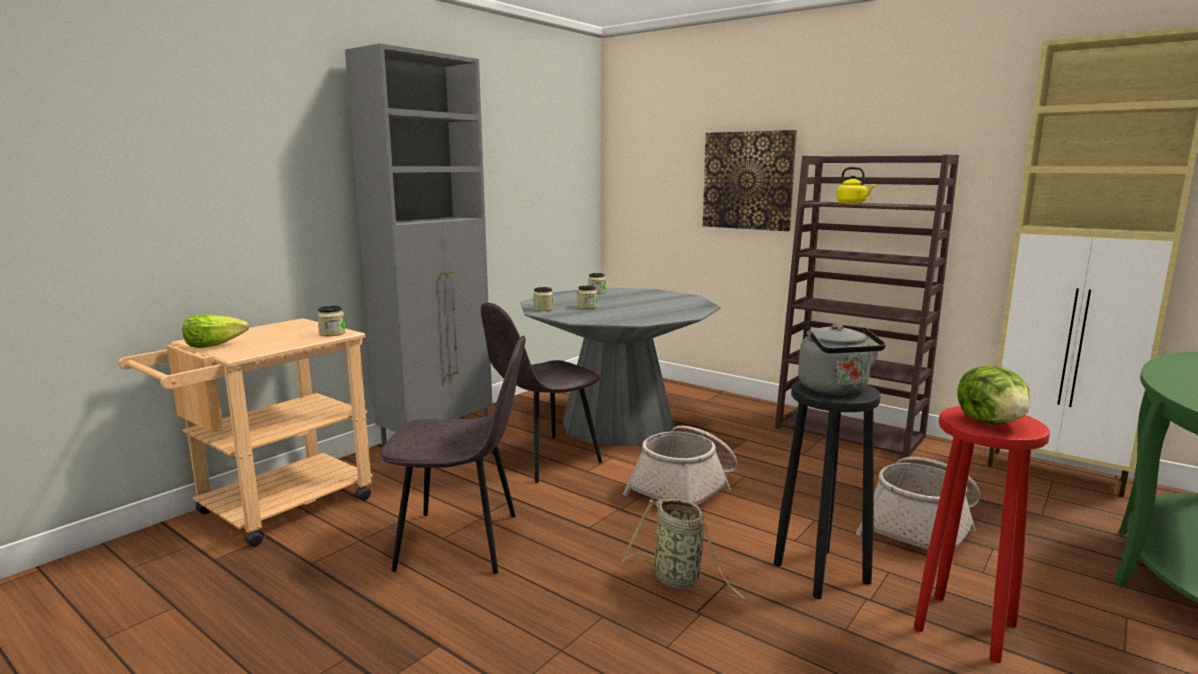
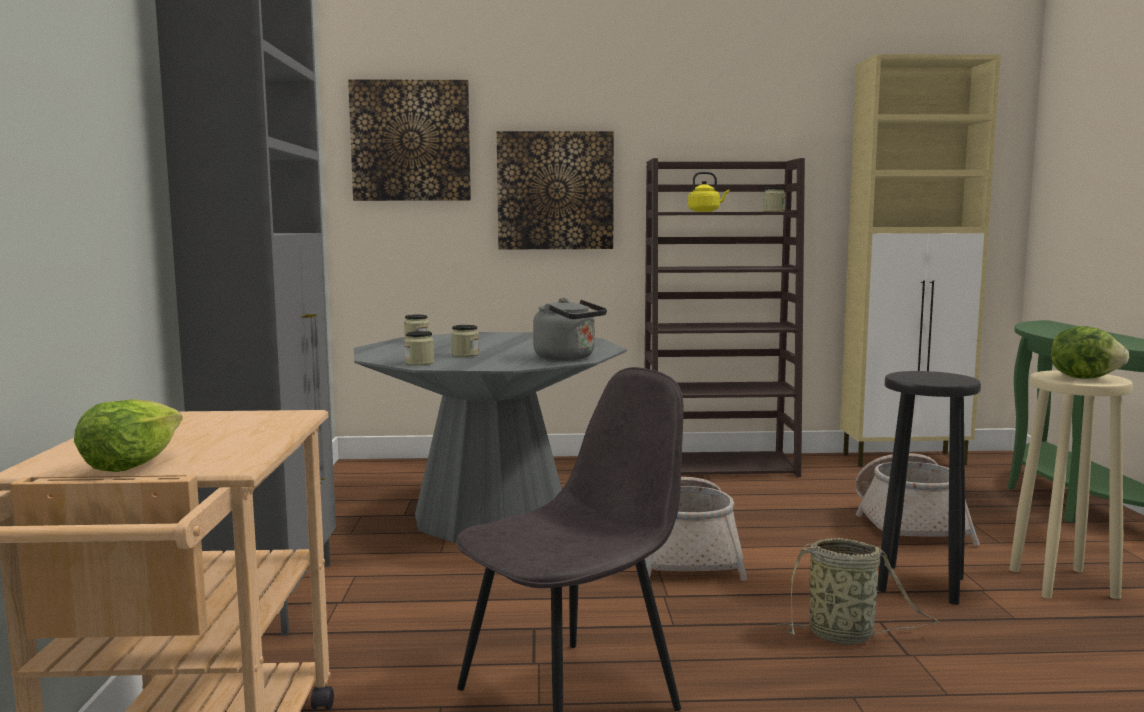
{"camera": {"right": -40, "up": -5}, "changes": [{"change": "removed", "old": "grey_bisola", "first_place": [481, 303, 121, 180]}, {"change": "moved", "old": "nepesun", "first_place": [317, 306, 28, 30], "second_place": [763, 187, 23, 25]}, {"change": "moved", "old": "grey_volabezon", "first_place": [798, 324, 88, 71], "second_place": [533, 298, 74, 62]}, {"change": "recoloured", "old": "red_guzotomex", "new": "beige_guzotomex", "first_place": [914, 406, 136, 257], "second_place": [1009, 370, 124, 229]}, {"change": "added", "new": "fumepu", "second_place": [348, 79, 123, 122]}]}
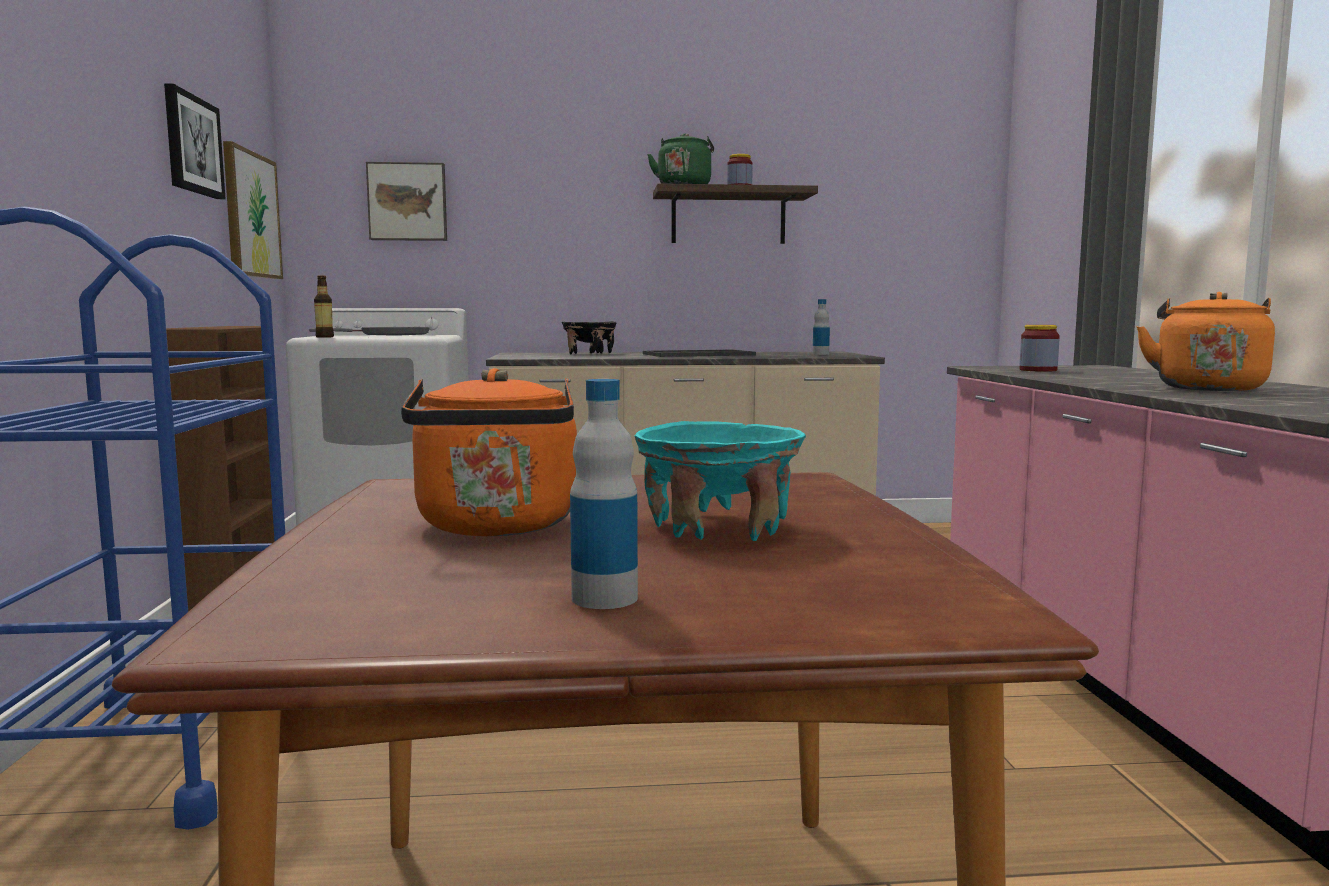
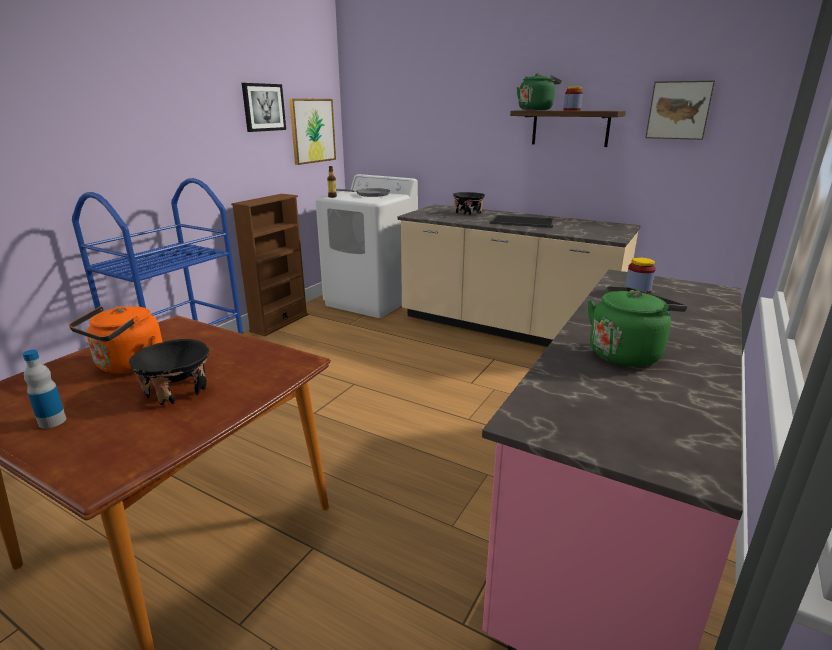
{"camera": {"right": 35, "up": 15}, "changes": [{"change": "moved", "old": "fumepu", "first_place": [366, 162, 81, 79], "second_place": [645, 80, 70, 60]}, {"change": "recoloured", "old": "orange_volabezon", "new": "green_volabezon", "first_place": [1136, 292, 139, 99], "second_place": [588, 286, 99, 81]}, {"change": "removed", "old": "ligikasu", "first_place": [813, 299, 17, 56]}, {"change": "recoloured", "old": "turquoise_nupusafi", "new": "black_nupusafi", "first_place": [635, 421, 171, 120], "second_place": [129, 339, 80, 66]}]}
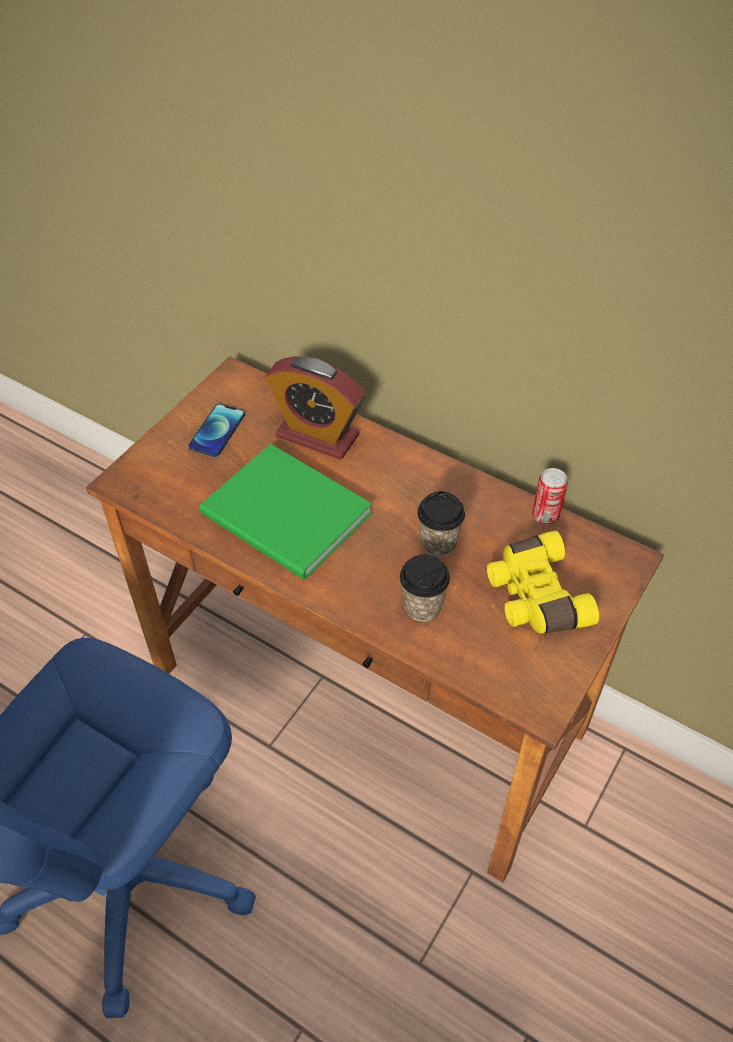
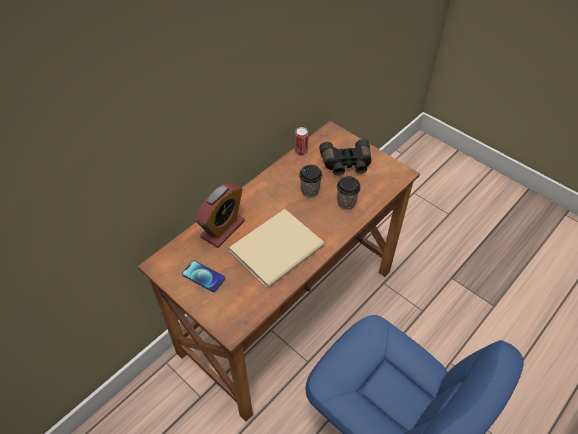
{"camera": {"right": -80, "up": 0}, "changes": [{"change": "recoloured", "old": "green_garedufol", "new": "beige_garedufol", "first_place": [200, 444, 172, 135], "second_place": [229, 209, 95, 79]}, {"change": "recoloured", "old": "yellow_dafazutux", "new": "black_dafazutux", "first_place": [487, 531, 112, 103], "second_place": [319, 139, 53, 37]}]}
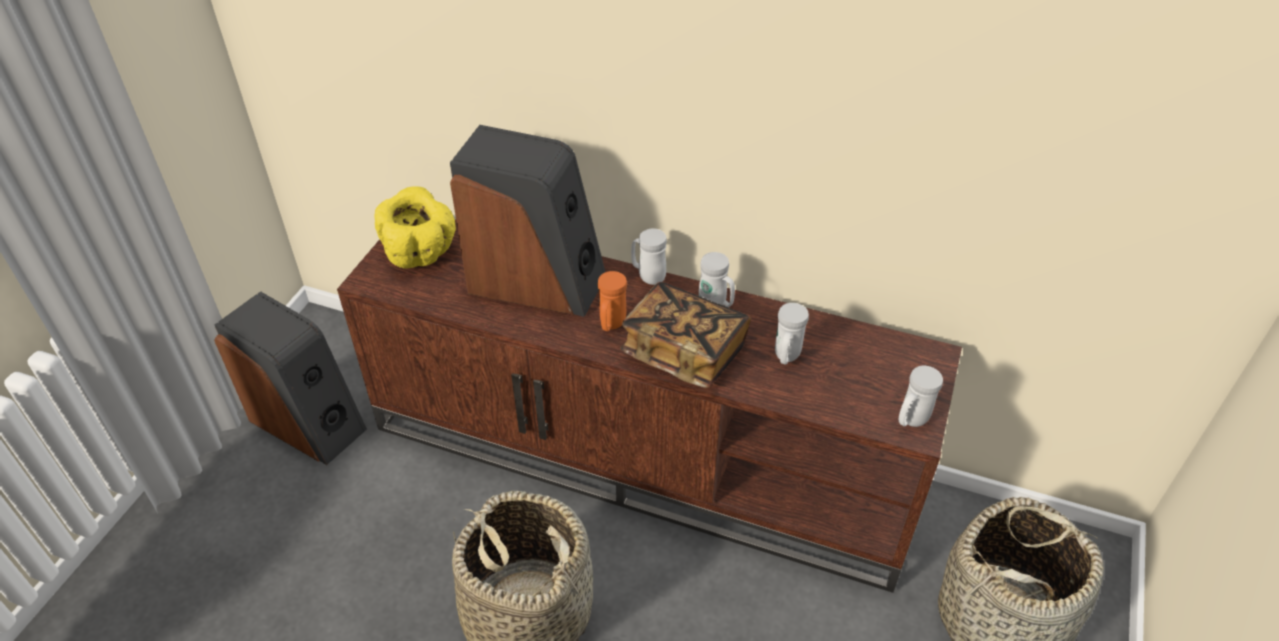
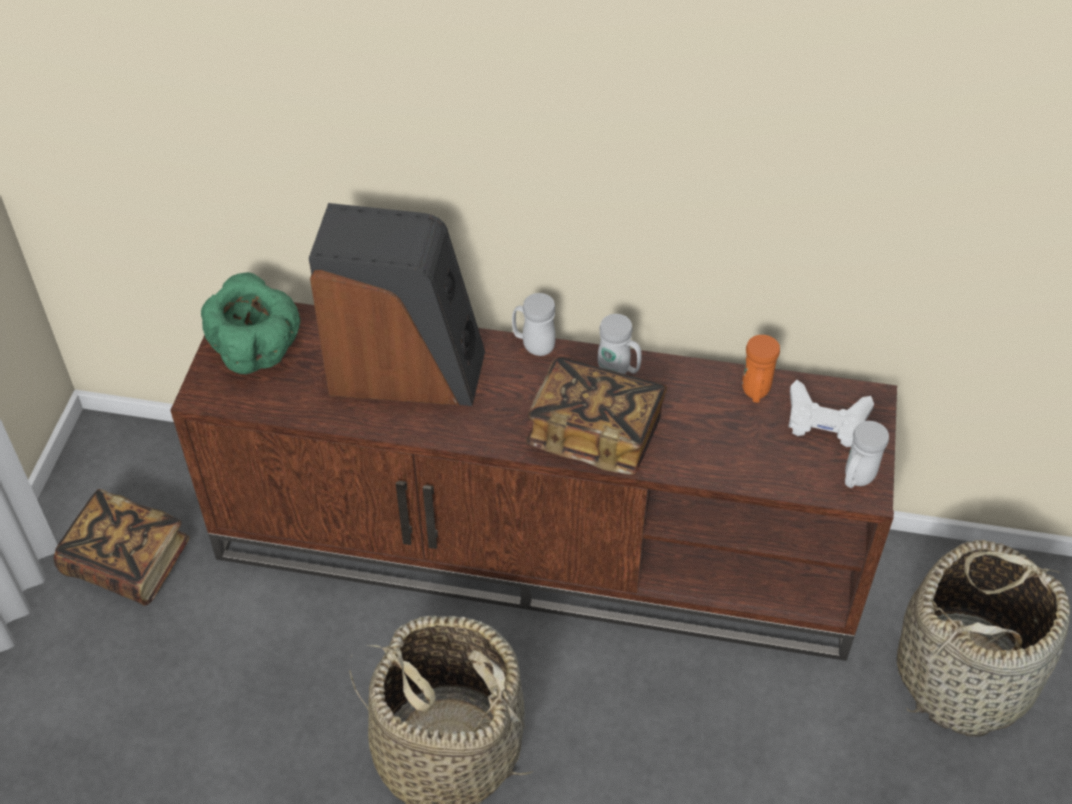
{"camera": {"right": -10, "up": 5}, "changes": [{"change": "recoloured", "old": "yellow_nupusafi", "new": "green_nupusafi", "first_place": [374, 187, 82, 81], "second_place": [201, 272, 100, 102]}, {"change": "moved", "old": "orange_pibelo", "first_place": [597, 271, 30, 60], "second_place": [742, 335, 38, 68]}, {"change": "replaced", "old": "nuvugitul", "new": "garedufol", "first_place": [214, 291, 153, 174], "second_place": [54, 489, 135, 117]}, {"change": "removed", "old": "white_pibelo", "first_place": [775, 303, 34, 61]}, {"change": "added", "new": "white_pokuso", "second_place": [788, 380, 86, 67]}]}
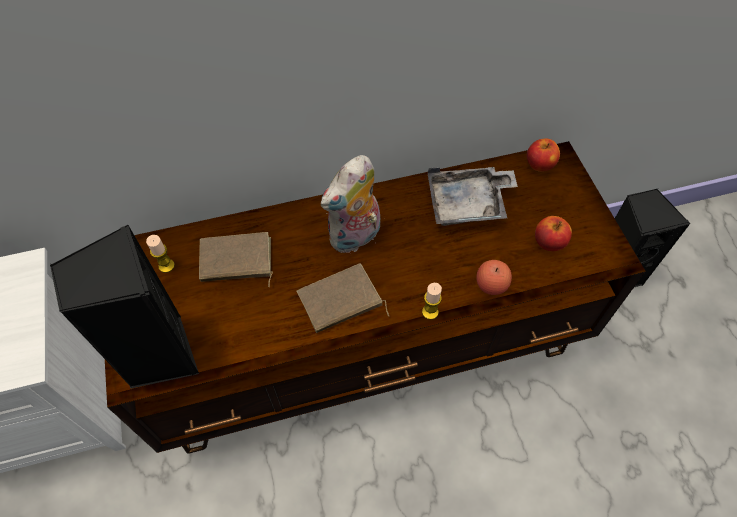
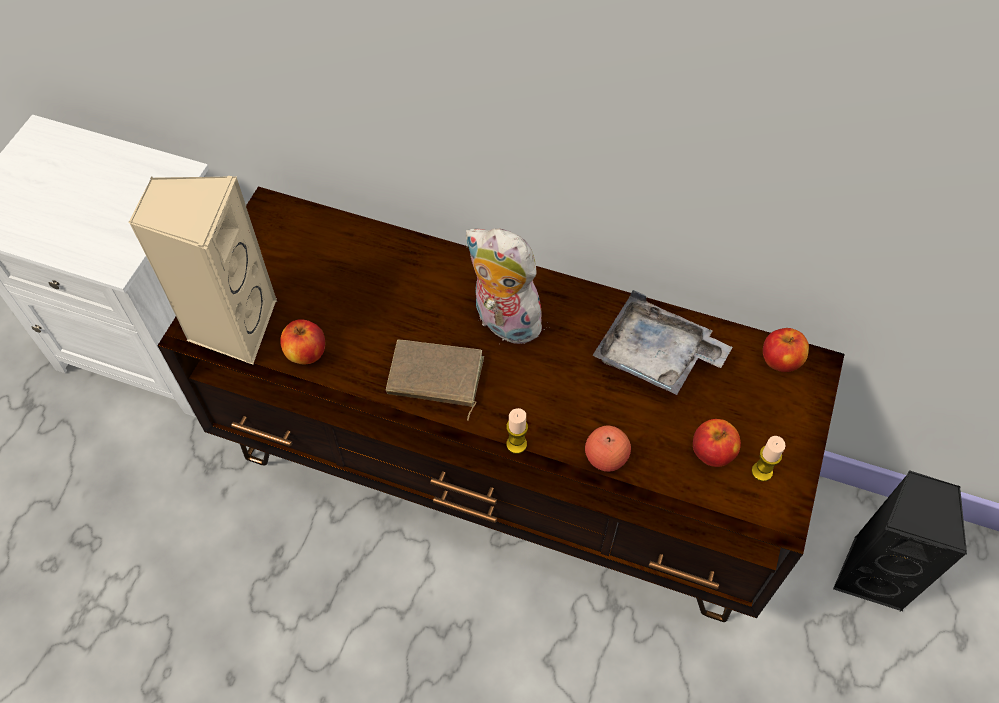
{"camera": {"right": 35, "up": 0}, "changes": [{"change": "turned", "old": "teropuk", "first_place": [321, 155, 59, 98], "second_place": [465, 228, 85, 116], "degrees": 45}, {"change": "recoloured", "old": "black_nuvugitul", "new": "beige_nuvugitul", "first_place": [50, 225, 149, 164], "second_place": [128, 176, 149, 188]}, {"change": "removed", "old": "brown_garedufol", "first_place": [199, 232, 74, 55]}, {"change": "moved", "old": "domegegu", "first_place": [146, 235, 29, 38], "second_place": [751, 436, 35, 45]}, {"change": "added", "new": "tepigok", "second_place": [280, 319, 45, 45]}]}
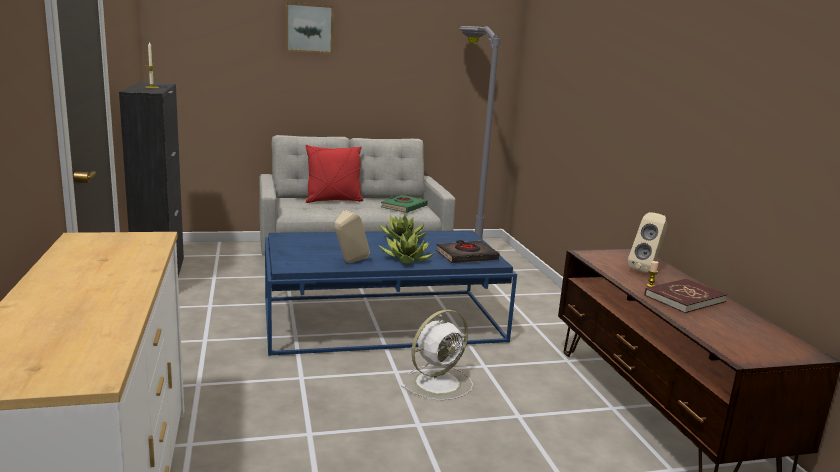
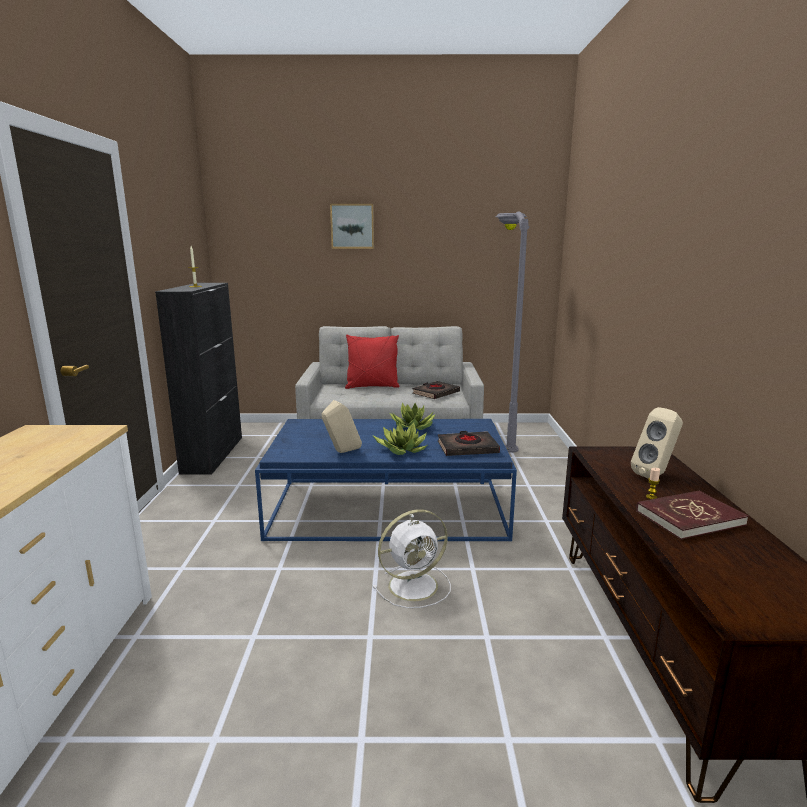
{"camera": {"right": 15, "up": 0}, "changes": [{"change": "recoloured", "old": "green_garedufol", "new": "black_garedufol", "first_place": [381, 195, 47, 18], "second_place": [412, 381, 48, 18]}]}
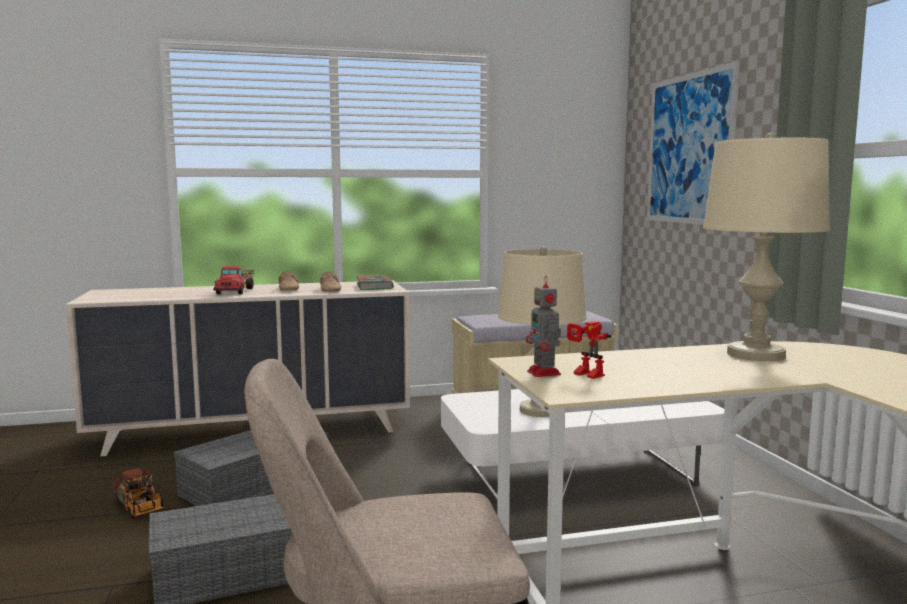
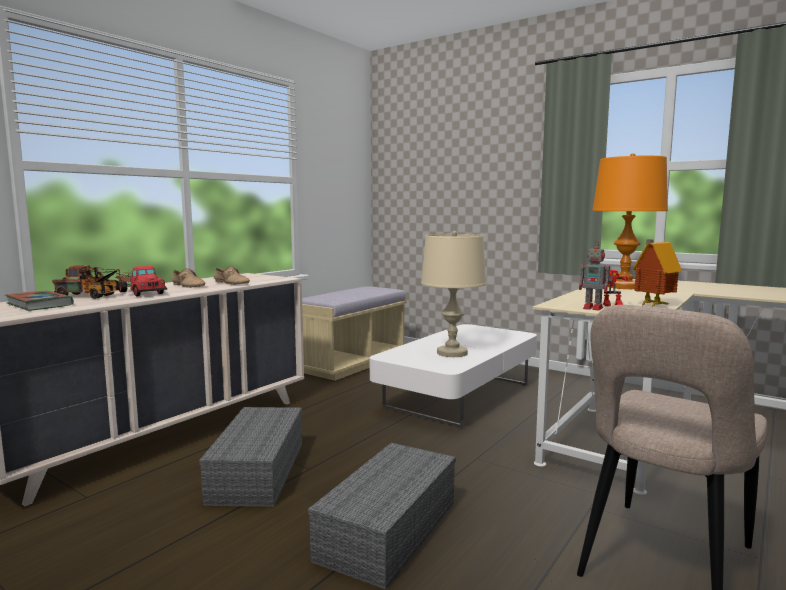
{"camera": {"right": -40, "up": 0}, "changes": [{"change": "removed", "old": "fumepu", "first_place": [647, 61, 93, 164]}, {"change": "recoloured", "old": "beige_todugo", "new": "orange_todugo", "first_place": [703, 133, 127, 228], "second_place": [592, 153, 76, 136]}, {"change": "moved", "old": "garedufol", "first_place": [356, 275, 38, 15], "second_place": [5, 291, 69, 20]}, {"change": "moved", "old": "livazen", "first_place": [112, 468, 52, 50], "second_place": [53, 265, 69, 34]}, {"change": "added", "new": "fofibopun", "second_place": [633, 239, 49, 68]}]}
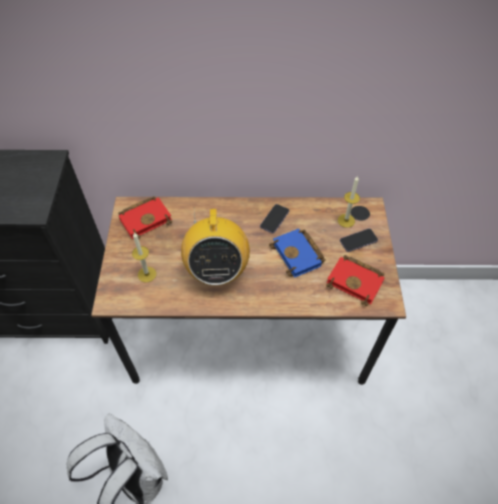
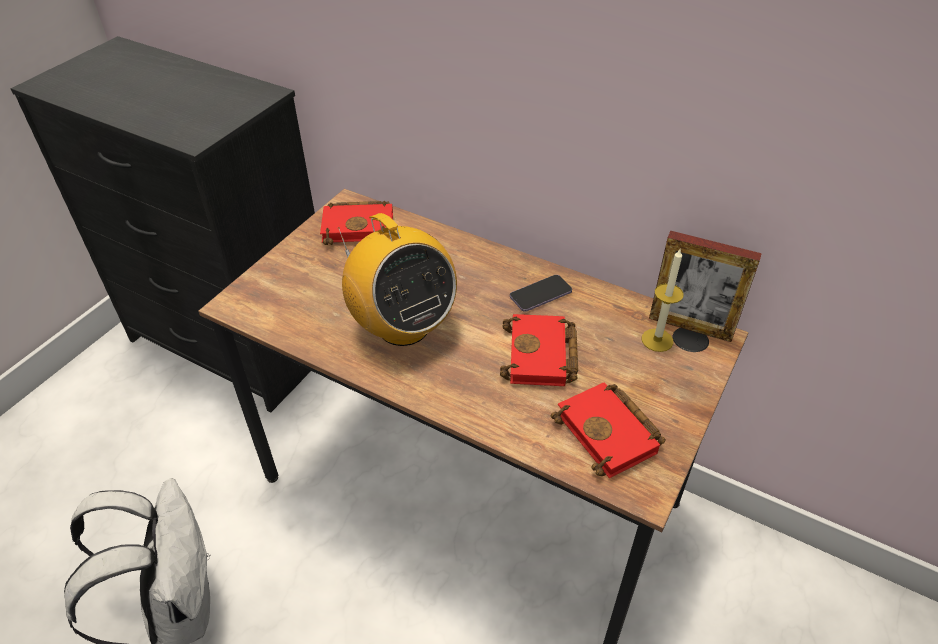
{"camera": {"right": 30, "up": -10}, "changes": [{"change": "turned", "old": "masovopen", "first_place": [181, 207, 69, 78], "second_place": [338, 213, 119, 133], "degrees": -60}, {"change": "recoloured", "old": "blue_garedufol", "new": "red_garedufol", "first_place": [269, 229, 57, 49], "second_place": [500, 314, 78, 72]}, {"change": "removed", "old": "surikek", "first_place": [340, 229, 38, 23]}, {"change": "removed", "old": "domegegu", "first_place": [132, 233, 24, 49]}, {"change": "added", "new": "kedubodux", "second_place": [649, 230, 113, 112]}]}
